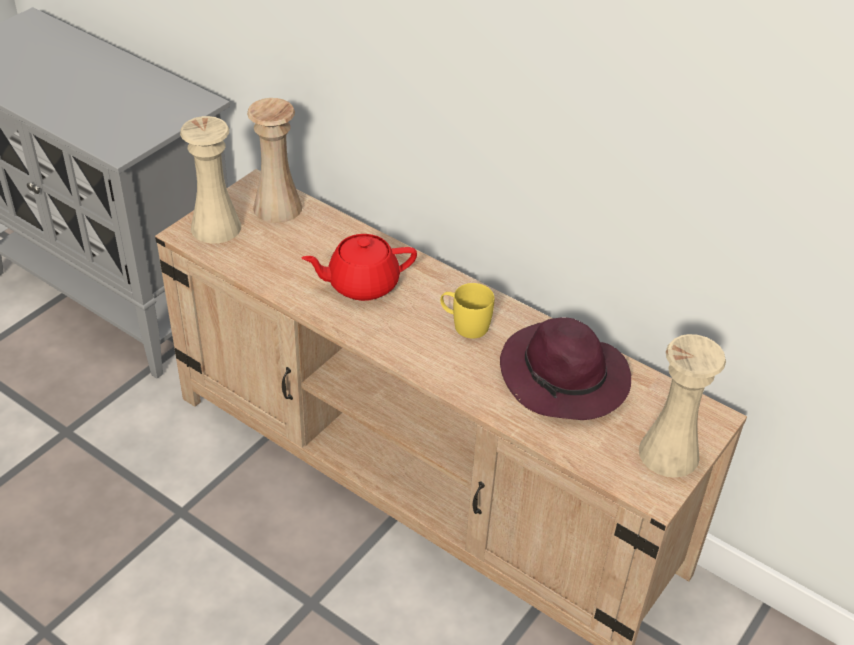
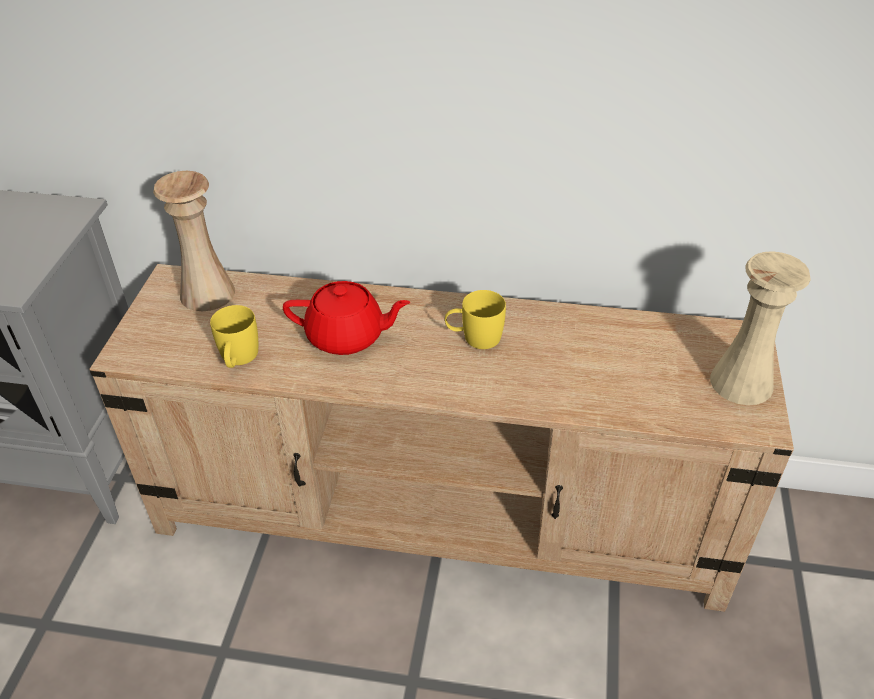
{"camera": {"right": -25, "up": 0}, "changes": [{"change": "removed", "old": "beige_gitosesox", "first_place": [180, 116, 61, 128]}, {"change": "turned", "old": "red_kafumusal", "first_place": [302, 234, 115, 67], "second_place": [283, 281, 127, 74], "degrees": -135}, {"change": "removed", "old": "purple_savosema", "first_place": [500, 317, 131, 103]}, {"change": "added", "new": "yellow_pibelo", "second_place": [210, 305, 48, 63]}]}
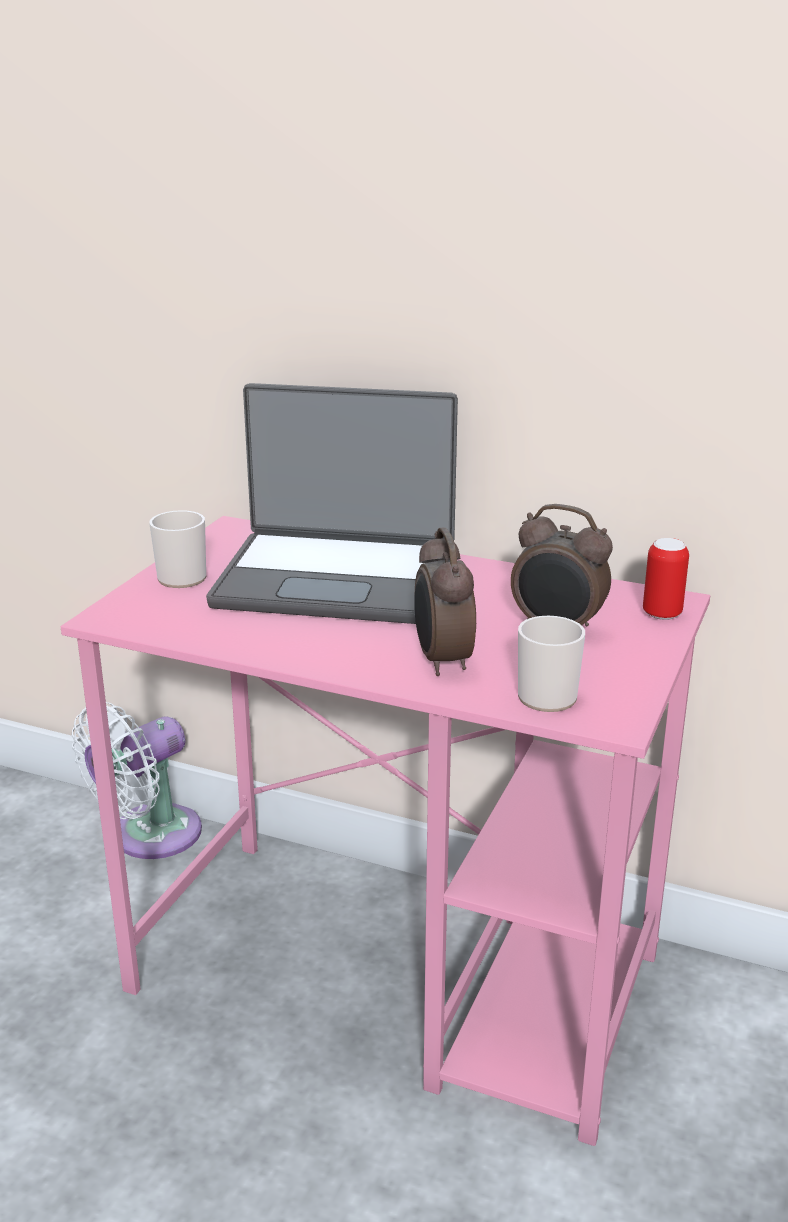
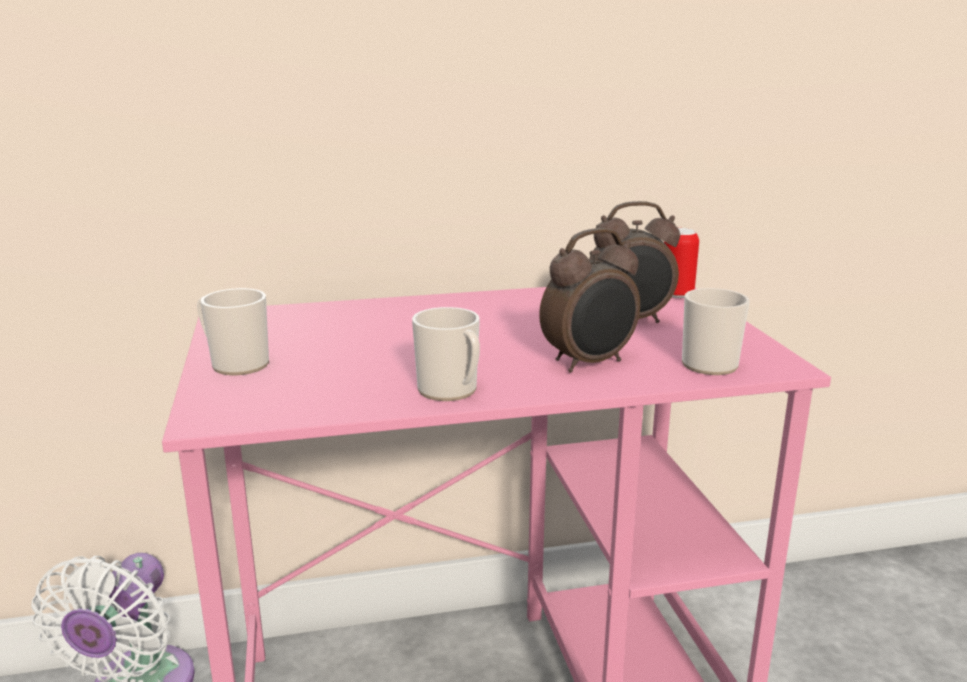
{"camera": {"right": -35, "up": -5}, "changes": [{"change": "removed", "old": "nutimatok", "first_place": [206, 383, 252, 241]}, {"change": "turned", "old": "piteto", "first_place": [414, 527, 62, 149], "second_place": [539, 228, 101, 145], "degrees": -75}, {"change": "added", "new": "pibelo", "second_place": [412, 307, 68, 94]}]}
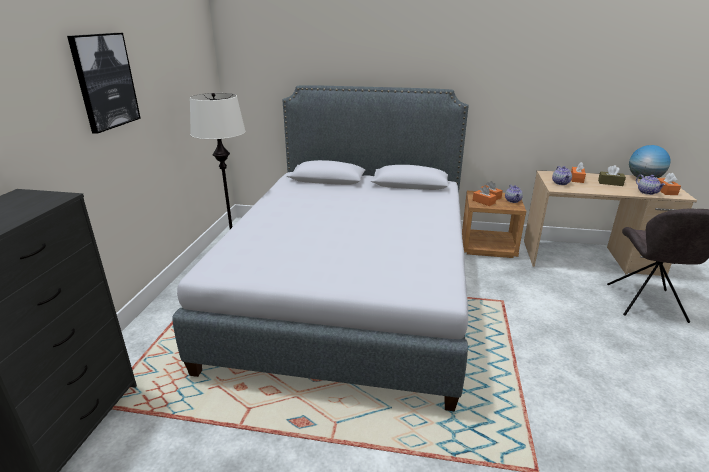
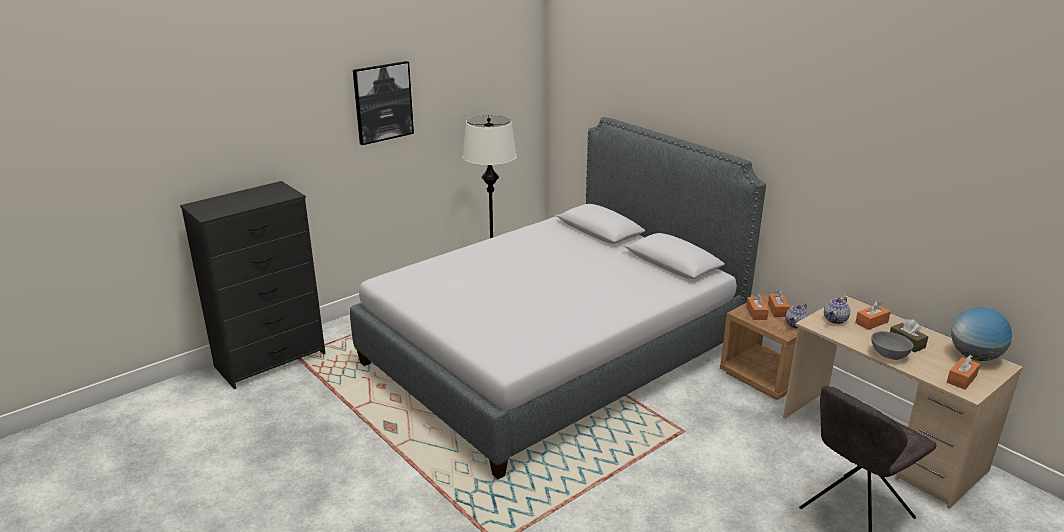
{"camera": {"right": 40, "up": 0}, "changes": [{"change": "removed", "old": "kafumusal", "first_place": [636, 174, 30, 21]}, {"change": "added", "new": "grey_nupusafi", "second_place": [871, 331, 42, 29]}]}
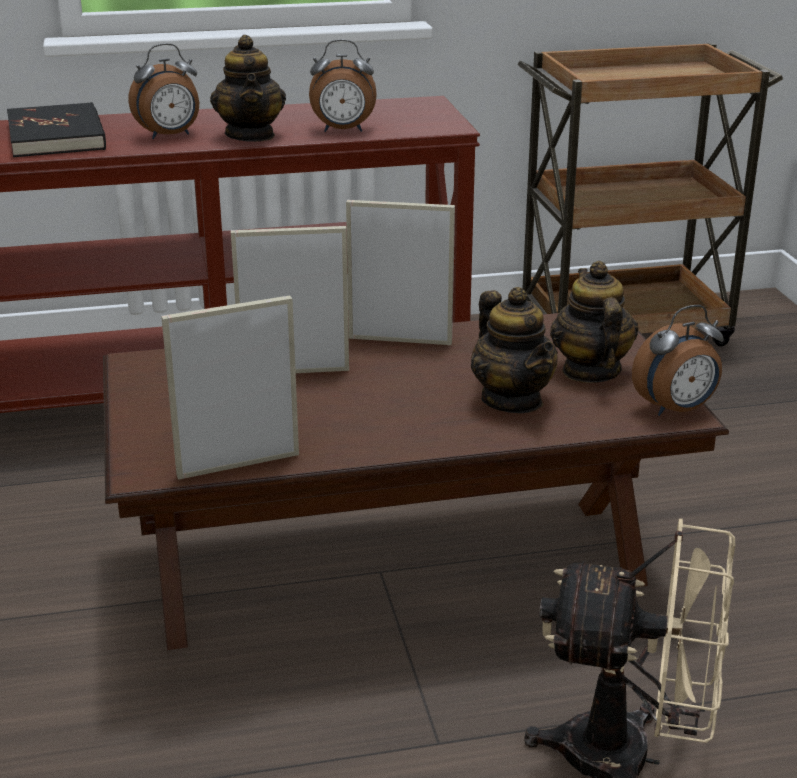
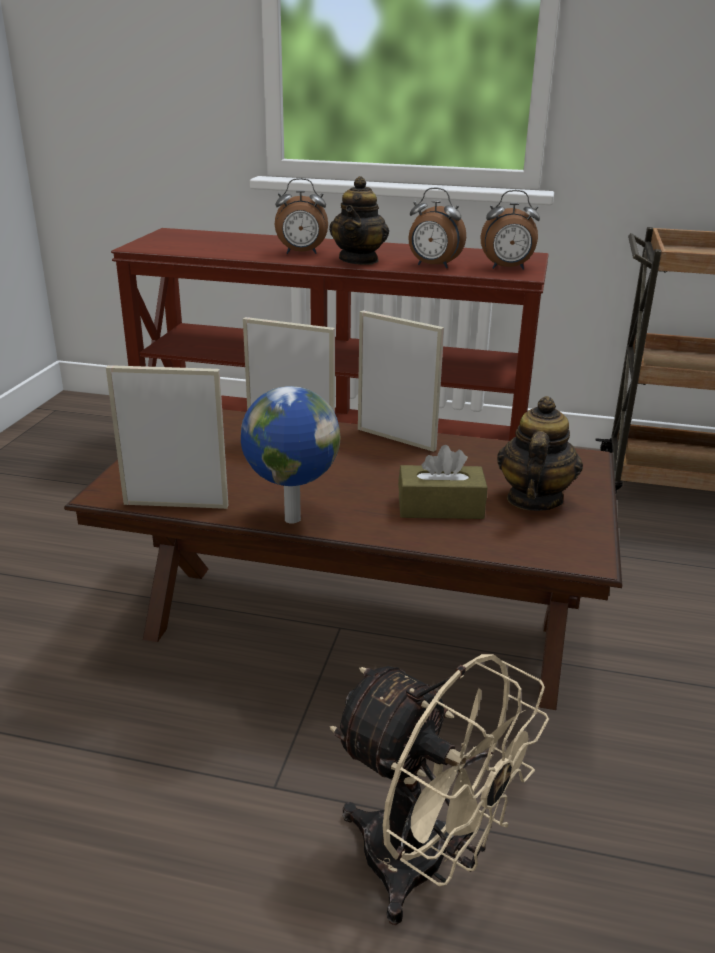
{"camera": {"right": 25, "up": 0}, "changes": [{"change": "removed", "old": "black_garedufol", "first_place": [7, 102, 99, 55]}, {"change": "replaced", "old": "kafumusal", "new": "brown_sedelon", "first_place": [471, 287, 87, 126], "second_place": [398, 445, 89, 74]}, {"change": "moved", "old": "piteto", "first_place": [632, 305, 91, 111], "second_place": [481, 190, 59, 80]}, {"change": "added", "new": "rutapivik", "second_place": [241, 386, 100, 138]}]}
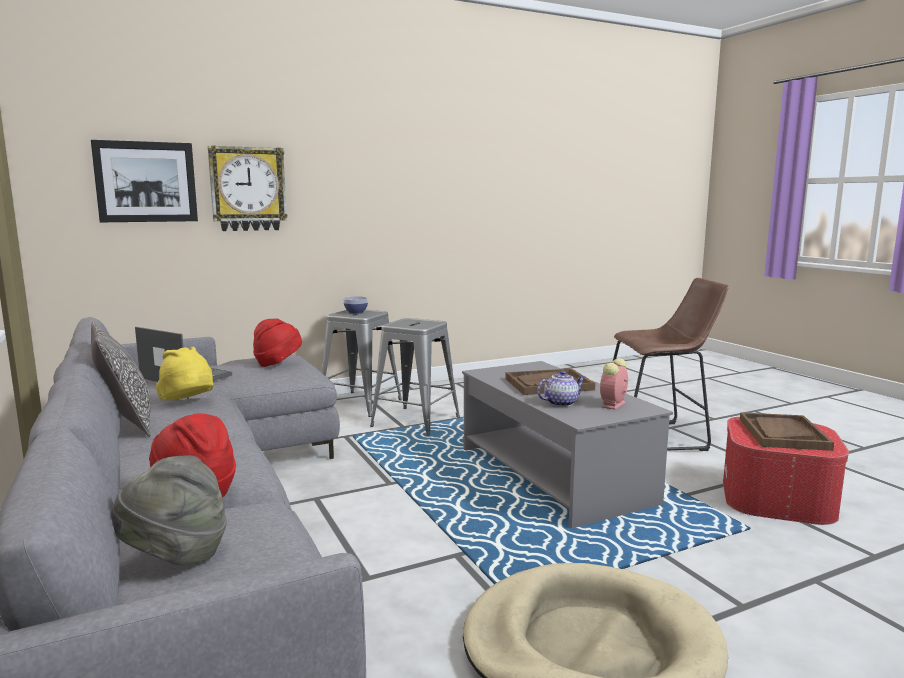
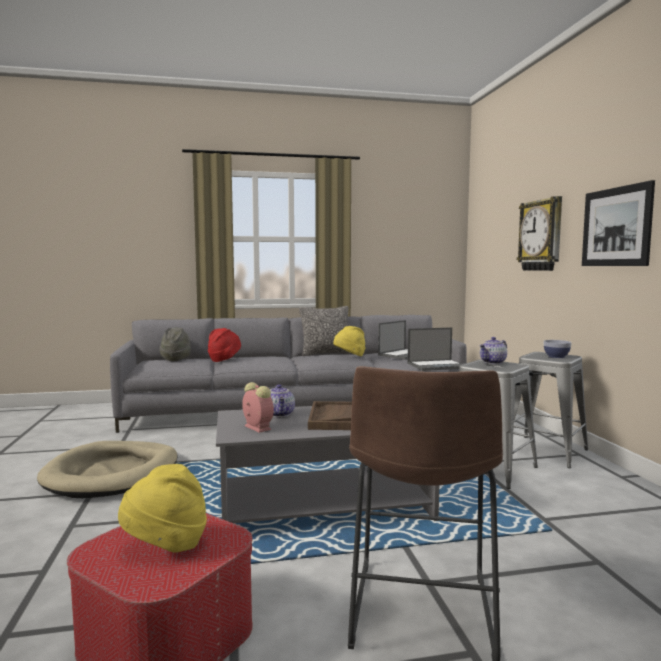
{"camera": {"right": 105, "up": -5}, "changes": [{"change": "moved", "old": "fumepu", "first_place": [91, 140, 107, 82], "second_place": [582, 180, 73, 86]}, {"change": "replaced", "old": "red_savosema", "new": "nutimatok", "first_place": [253, 318, 49, 49], "second_place": [408, 327, 54, 44]}, {"change": "replaced", "old": "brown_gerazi", "new": "yellow_savosema", "first_place": [740, 412, 94, 39], "second_place": [118, 464, 89, 89]}, {"change": "added", "new": "kafumusal", "second_place": [479, 337, 28, 27]}]}
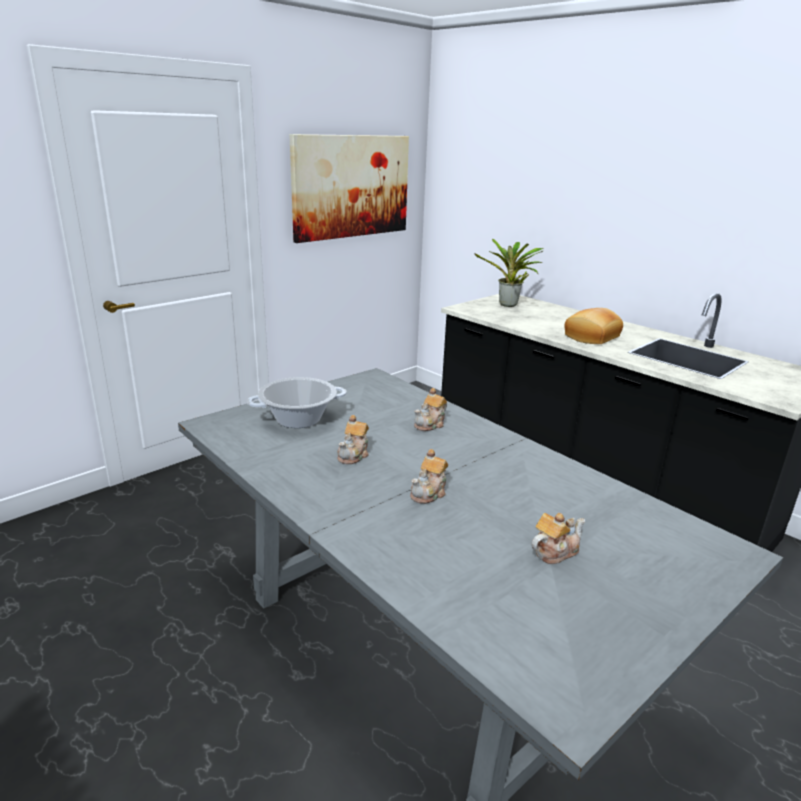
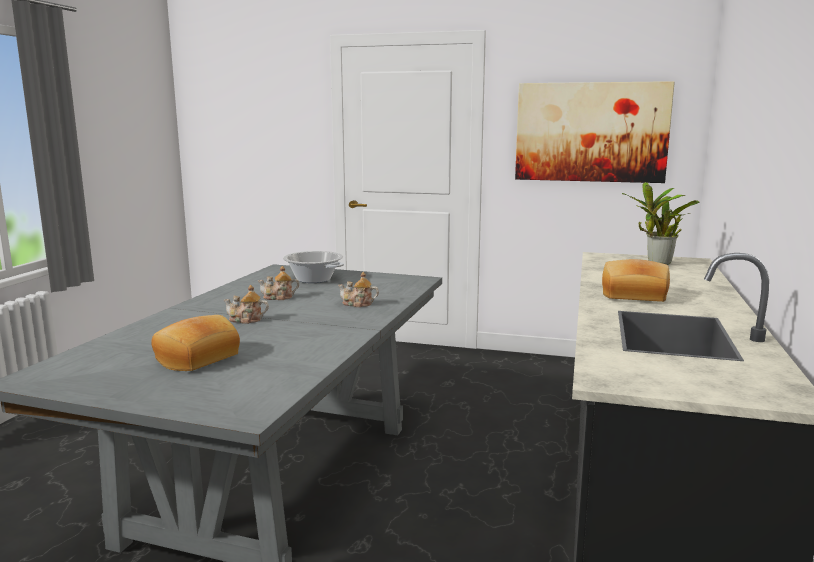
{"camera": {"right": 60, "up": -10}, "changes": [{"change": "replaced", "old": "kafumusal", "new": "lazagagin", "first_place": [531, 513, 54, 51], "second_place": [151, 315, 89, 56]}]}
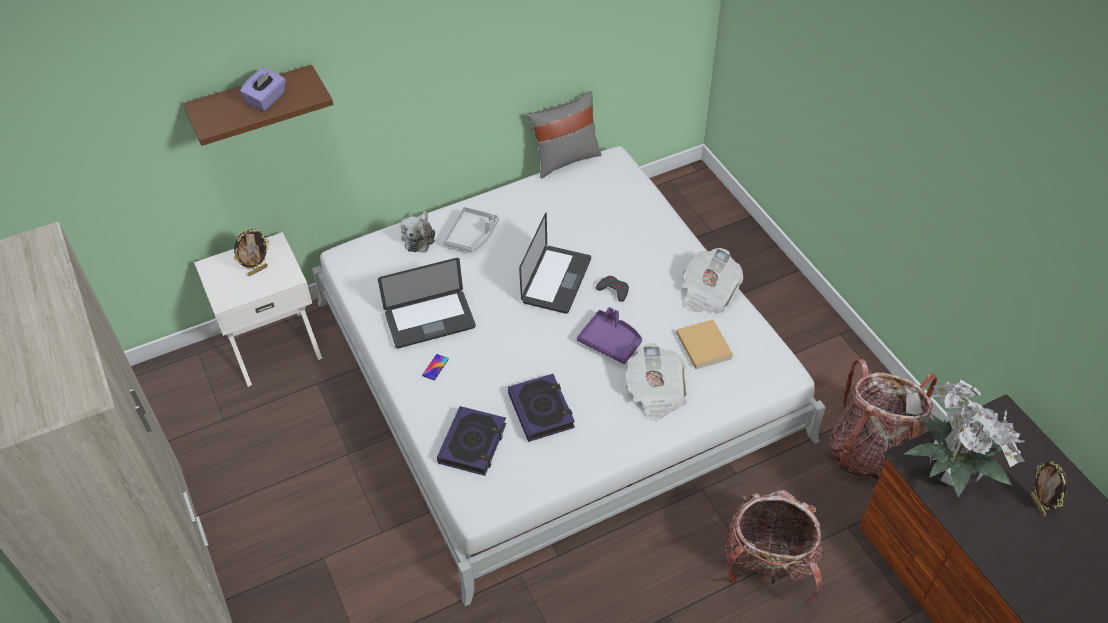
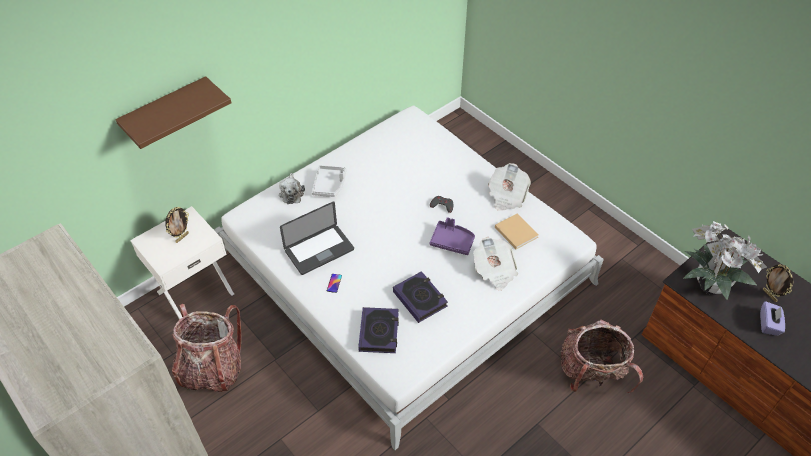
{"camera": {"right": -15, "up": 0}, "changes": [{"change": "moved", "old": "purple_sedelon", "first_place": [240, 68, 46, 43], "second_place": [760, 301, 25, 35]}, {"change": "removed", "old": "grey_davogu", "first_place": [527, 91, 74, 88]}, {"change": "removed", "old": "nutimatok", "first_place": [519, 213, 72, 101]}, {"change": "moved", "old": "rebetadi", "first_place": [830, 359, 108, 121], "second_place": [172, 304, 69, 88]}]}
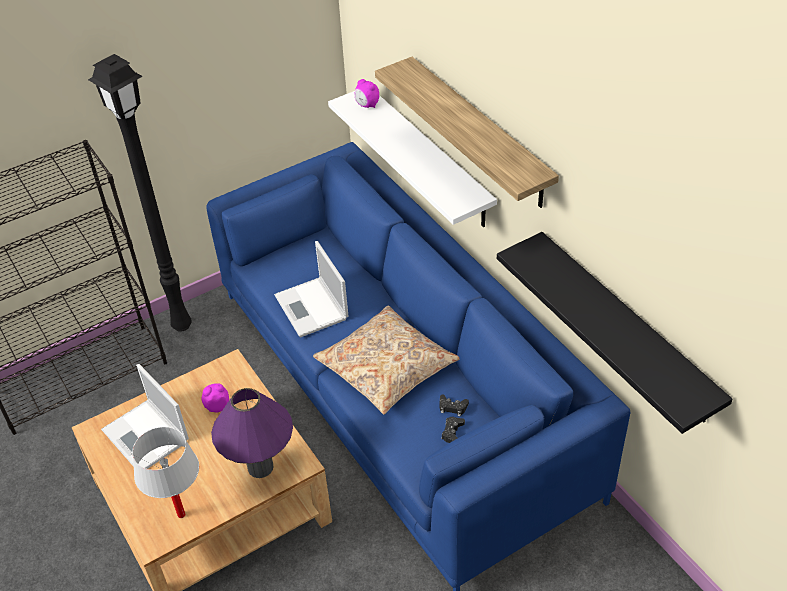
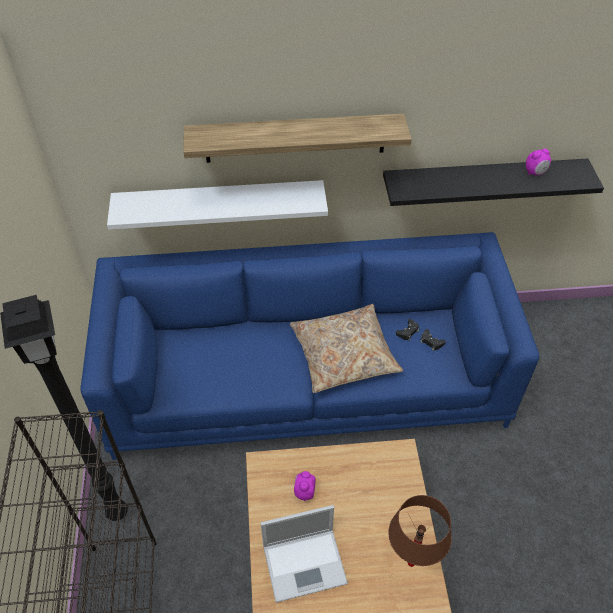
{"camera": {"right": -65, "up": 5}, "changes": [{"change": "moved", "old": "piteto", "first_place": [354, 79, 25, 29], "second_place": [526, 148, 25, 27]}, {"change": "removed", "old": "nutimatok", "first_place": [274, 241, 75, 97]}, {"change": "removed", "old": "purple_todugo", "first_place": [211, 388, 82, 90]}, {"change": "recoloured", "old": "white_todugo", "new": "brown_todugo", "first_place": [132, 427, 67, 91], "second_place": [388, 495, 64, 72]}]}
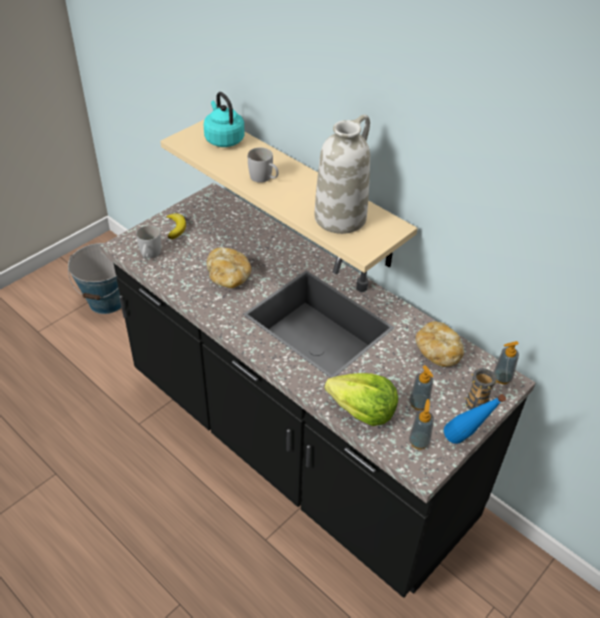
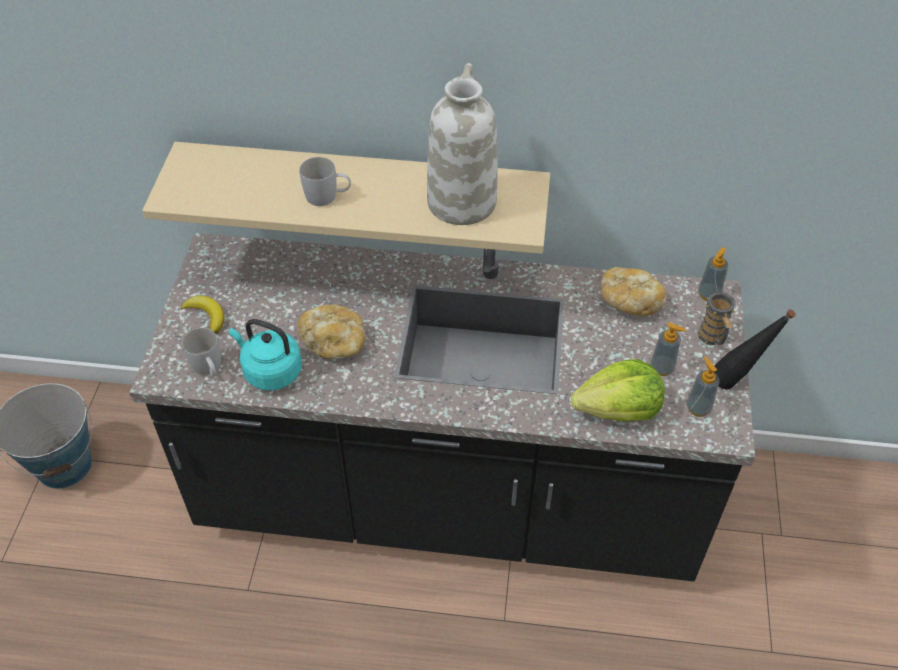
{"camera": {"right": -35, "up": 5}, "changes": [{"change": "moved", "old": "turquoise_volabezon", "first_place": [204, 92, 40, 55], "second_place": [229, 319, 73, 72]}, {"change": "recoloured", "old": "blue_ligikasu", "new": "black_ligikasu", "first_place": [444, 394, 62, 50], "second_place": [715, 309, 81, 80]}]}
